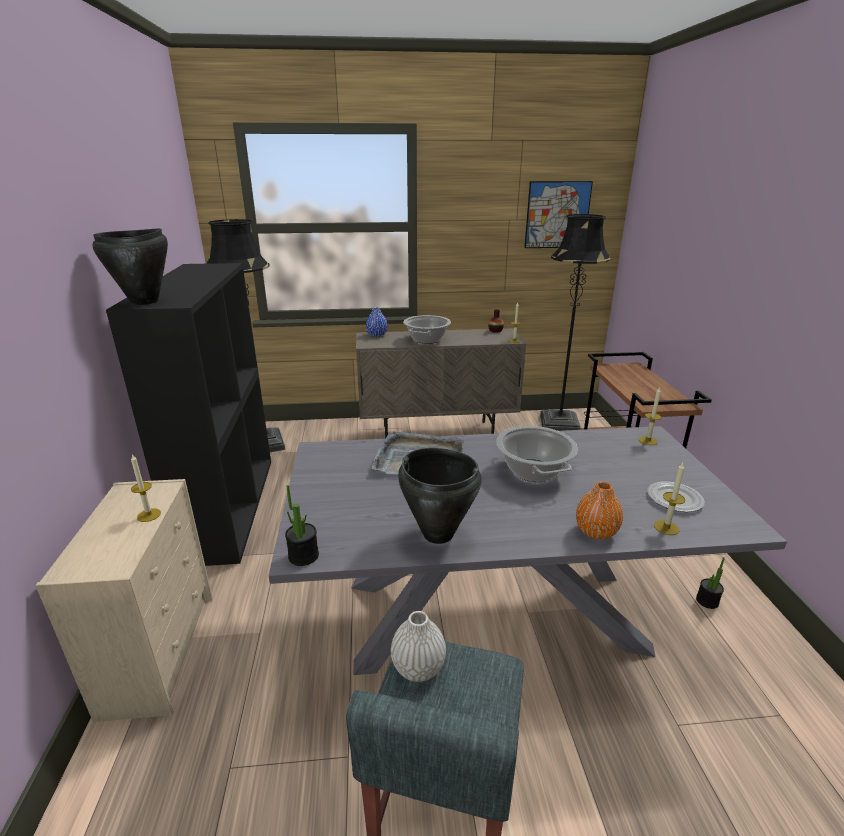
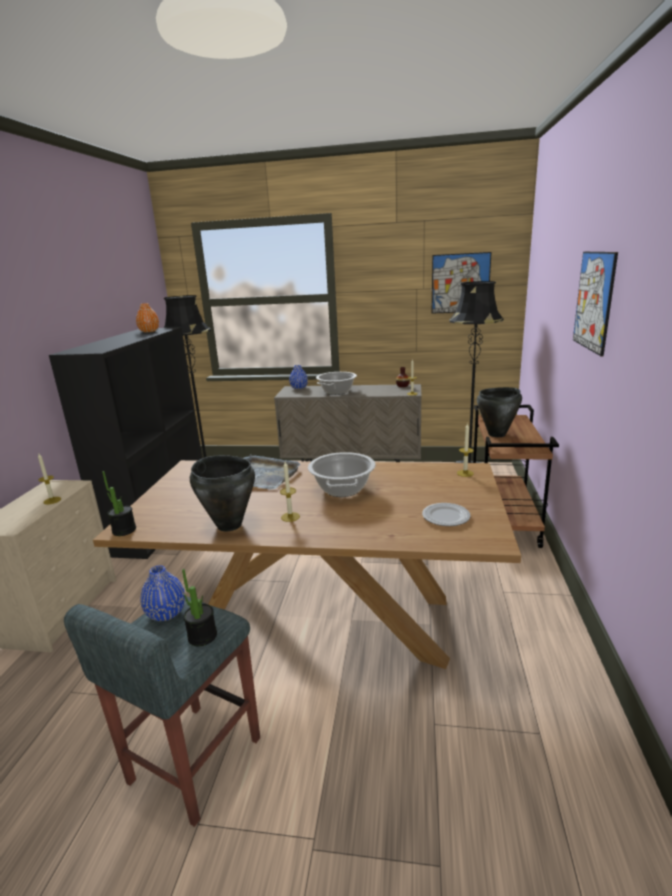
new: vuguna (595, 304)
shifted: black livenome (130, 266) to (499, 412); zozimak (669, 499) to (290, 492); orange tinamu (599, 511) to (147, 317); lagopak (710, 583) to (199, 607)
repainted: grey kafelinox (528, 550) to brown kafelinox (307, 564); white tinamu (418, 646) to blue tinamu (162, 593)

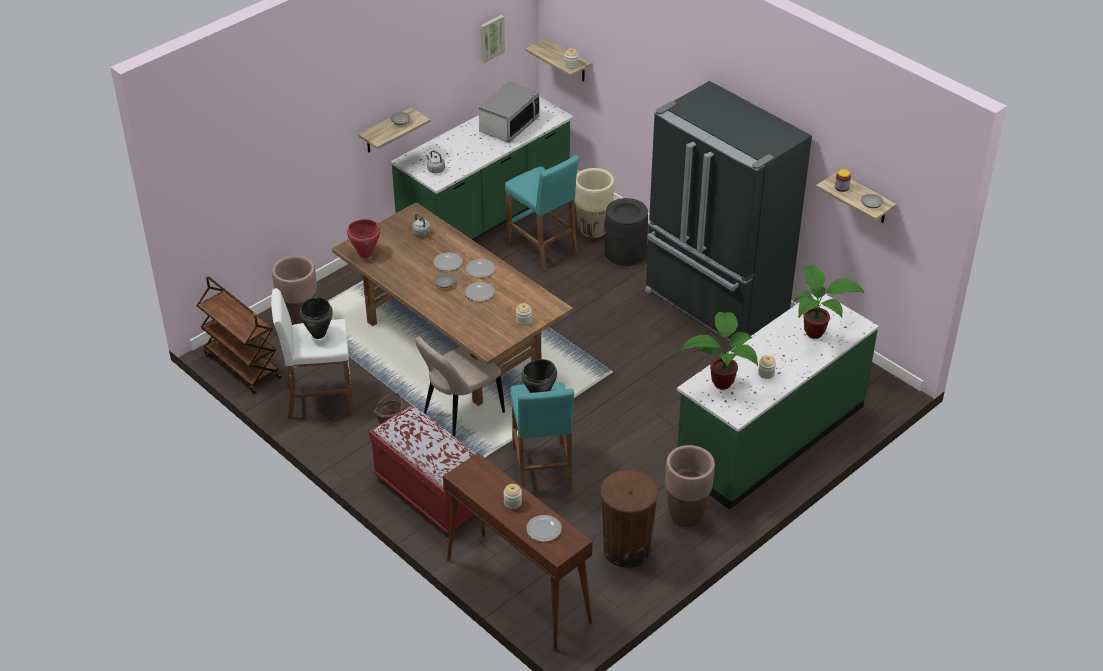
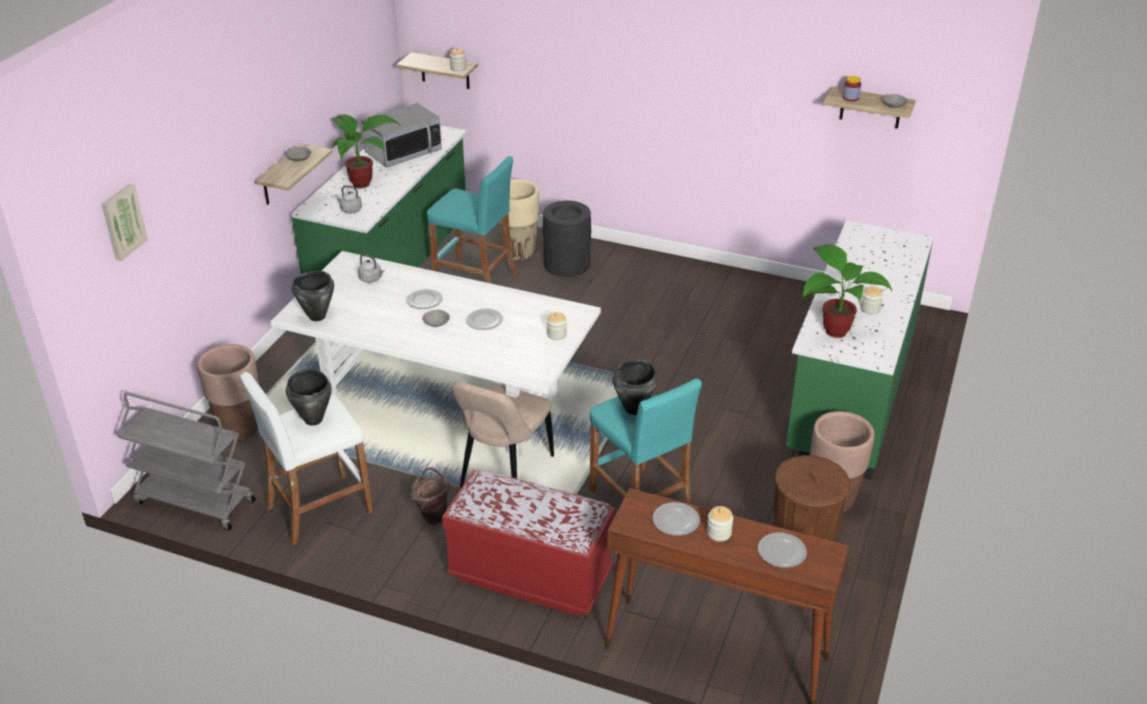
gone: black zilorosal (728, 214)
shifted: vuguna (492, 39) to (125, 222); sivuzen (480, 268) to (676, 519); lagopak (829, 302) to (366, 151)
repainted: brown kafelinox (452, 304) to white kafelinox (435, 355); red livenome (363, 238) to black livenome (313, 296); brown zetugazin (239, 335) to grey zetugazin (186, 461)
rotated: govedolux (509, 112) = (402, 135) 45 degrees clockwise

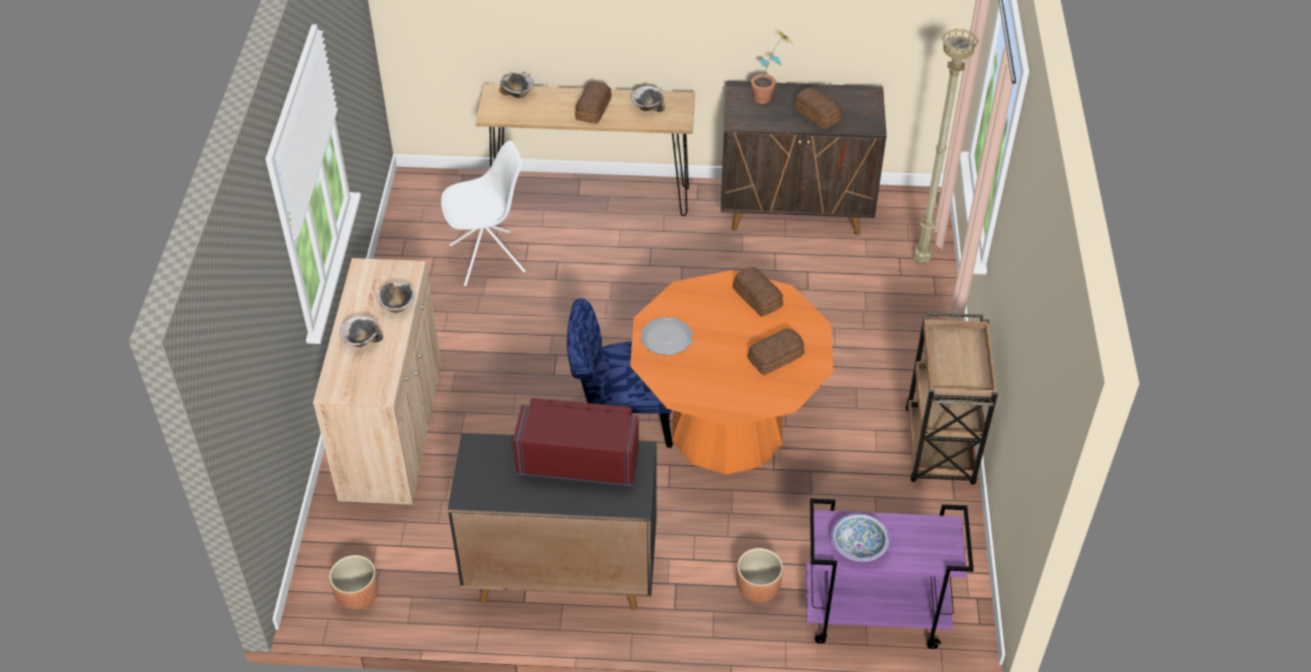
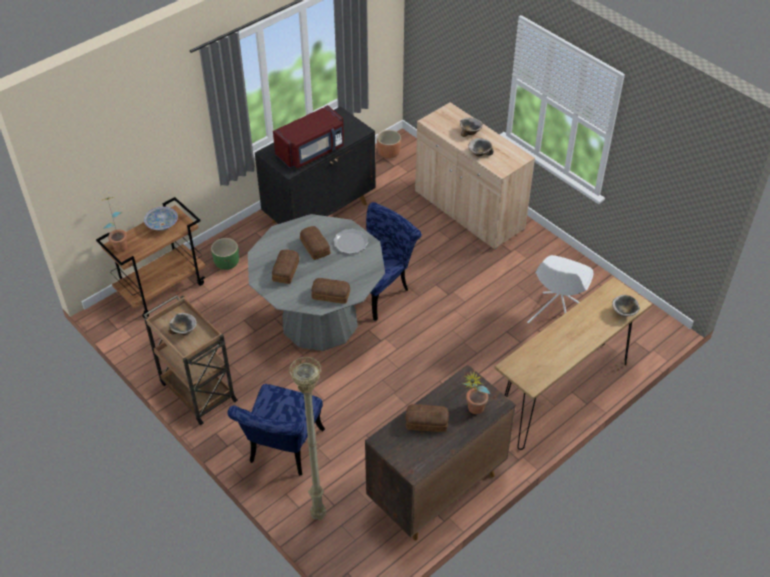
new: lagopak (114, 224); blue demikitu (276, 430)
shifted: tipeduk (593, 103) to (315, 243); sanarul (648, 99) to (182, 324)
repainted: orange kafelinox (731, 372) to grey kafelinox (316, 282); purple zetugazin (890, 574) to brown zetugazin (151, 257); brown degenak (760, 575) to green degenak (225, 254)

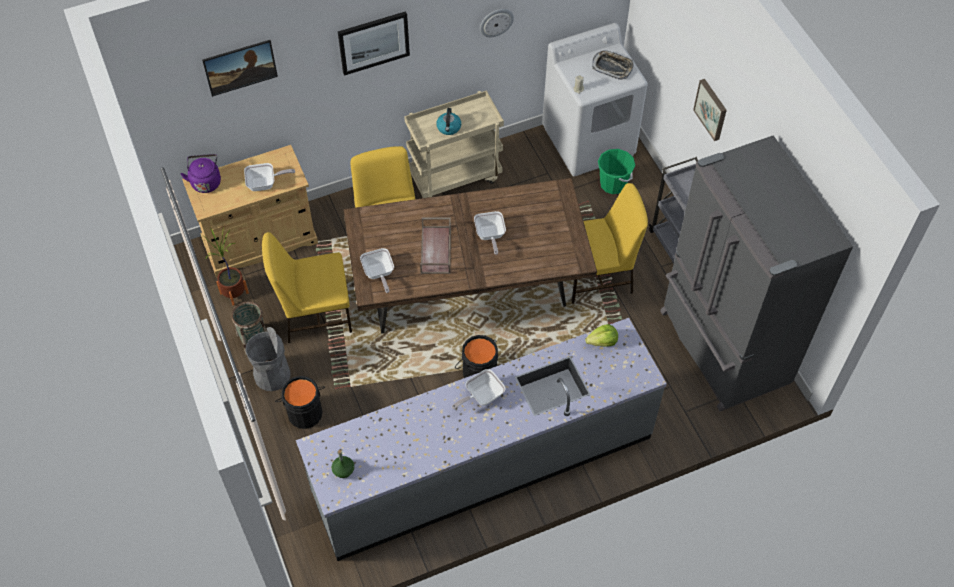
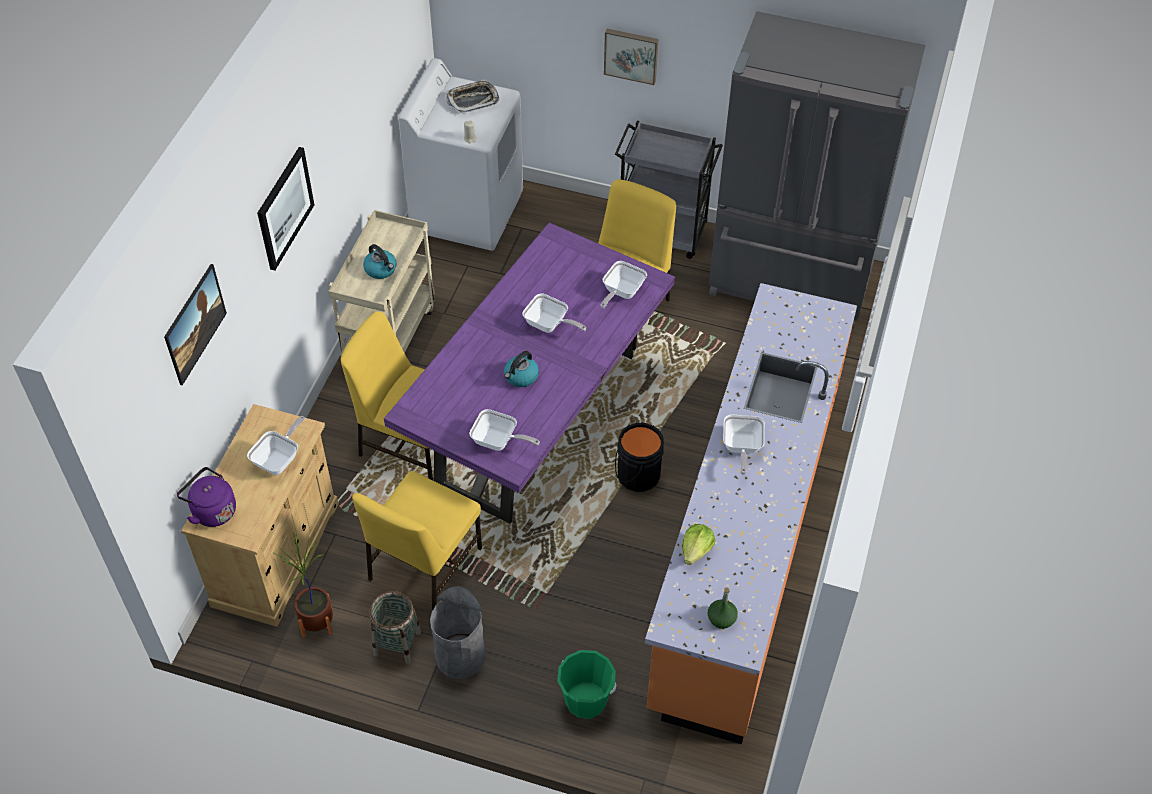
gone: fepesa (497, 23); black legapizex (300, 402)
new: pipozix (623, 285)
shifted: green legapizex (616, 171) to (586, 684); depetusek (601, 335) to (698, 544)
swapped: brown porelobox (435, 245) to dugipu (521, 369)
repainted: brown kafelinox (470, 256) to purple kafelinox (529, 373); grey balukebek (481, 439) to orange balukebek (751, 513)

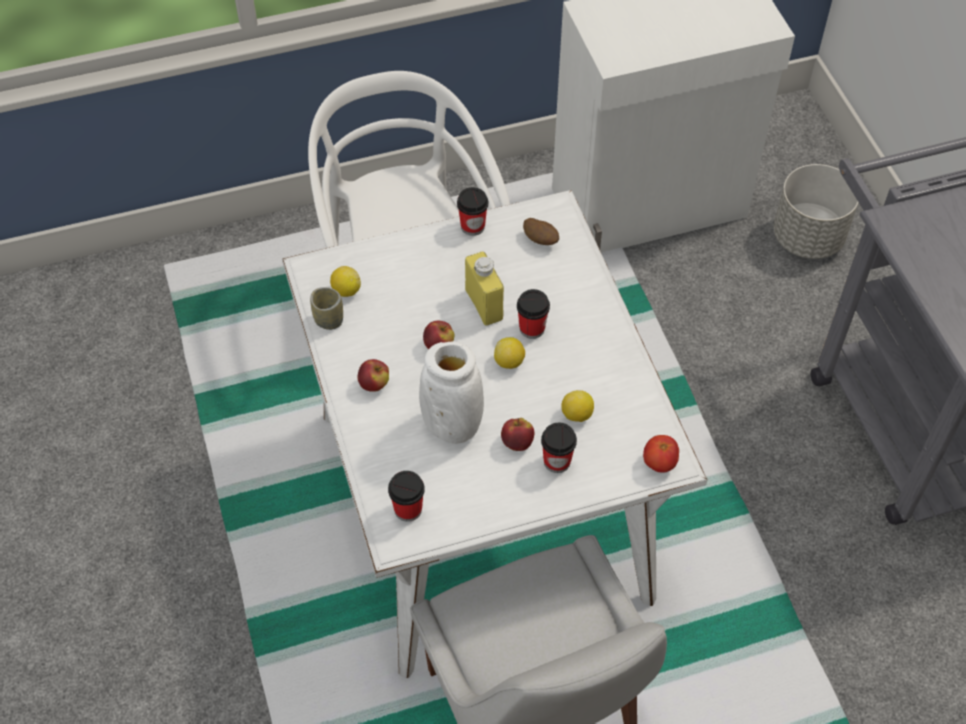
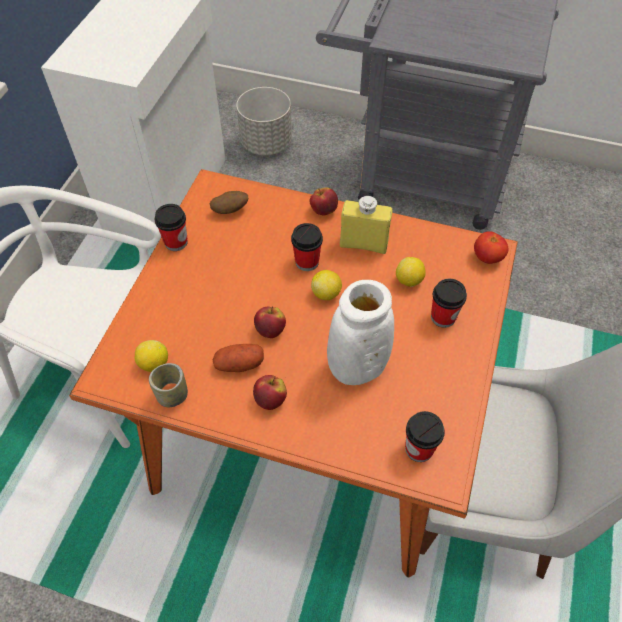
new: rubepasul (238, 358)
shifted: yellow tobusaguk (484, 289) to (366, 225); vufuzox (517, 434) to (324, 202)
repainted: white kafelinox (494, 434) to orange kafelinox (293, 373)

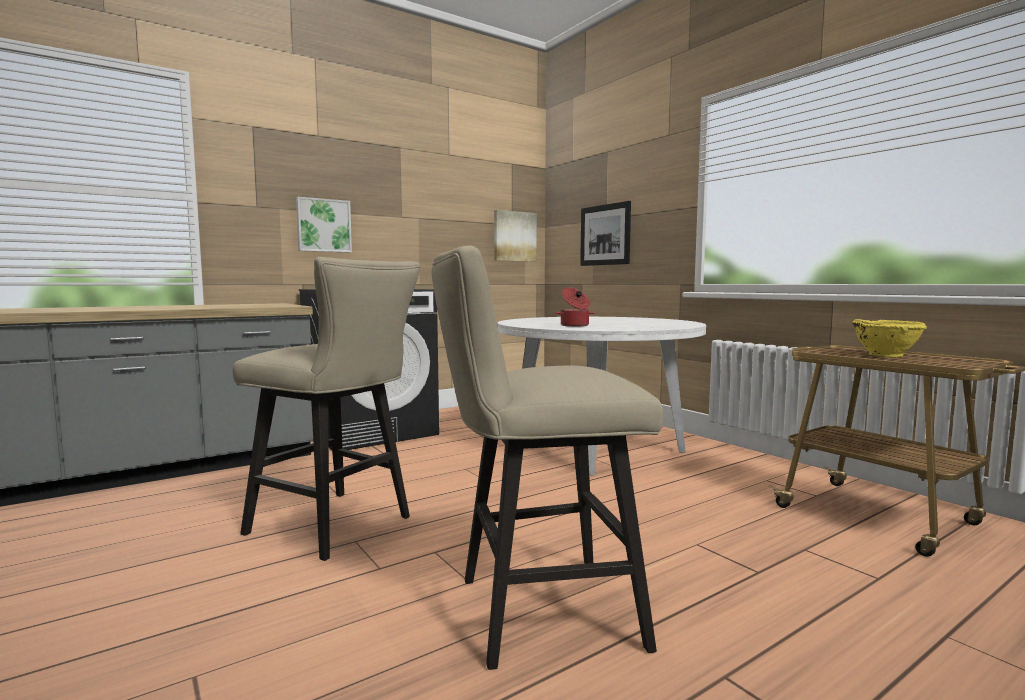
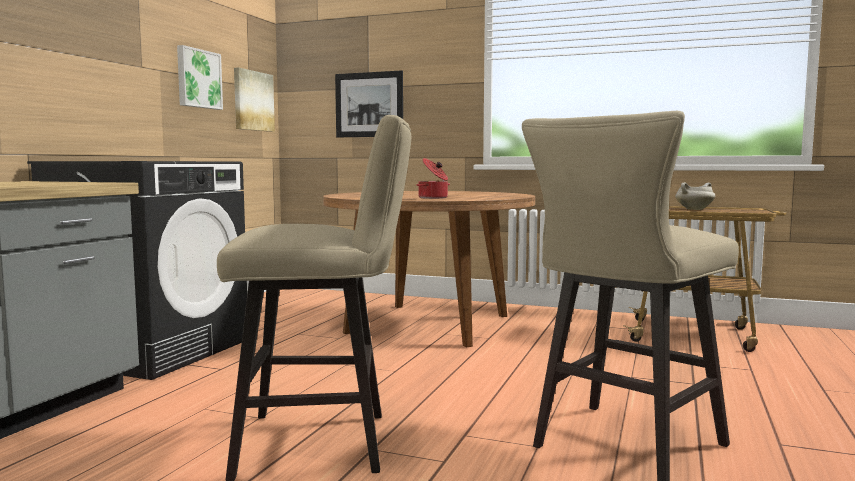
shifted: vuguna (324, 225) to (200, 77)
swapped: yellow sanarul (889, 338) to white livenome (695, 196)
repainted: white kafelinox (601, 396) to brown kafelinox (429, 269)

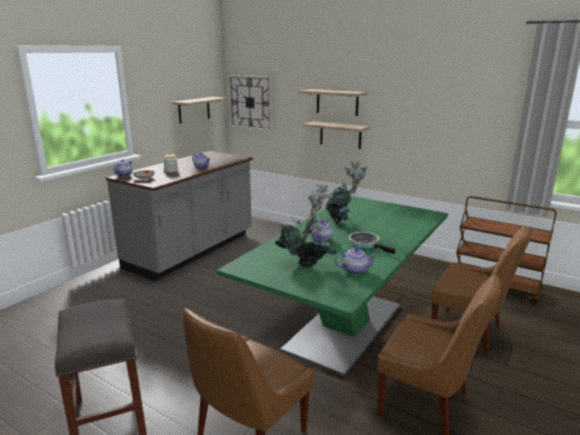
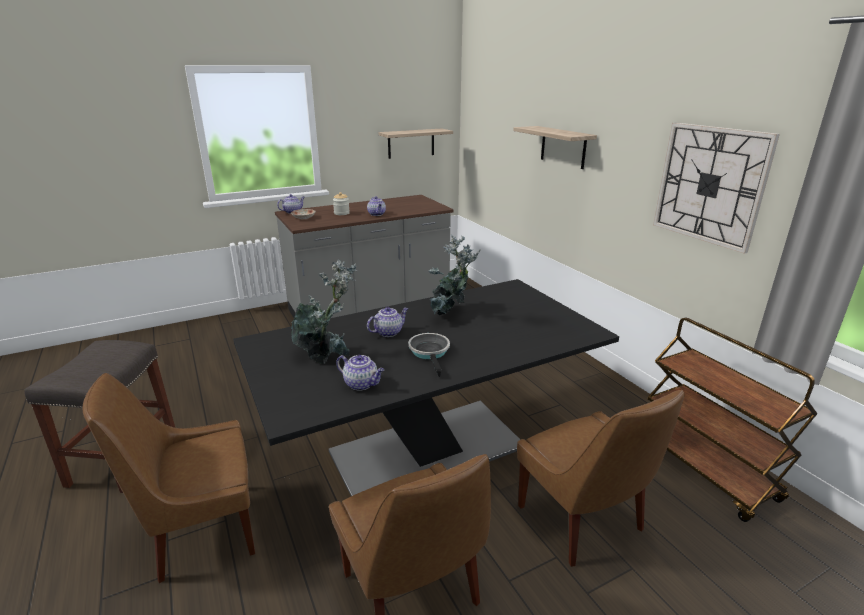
gone: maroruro (336, 135)
shifted: fepesa (250, 103) to (716, 188)
repainted: green kafelinox (332, 286) to black kafelinox (426, 387)

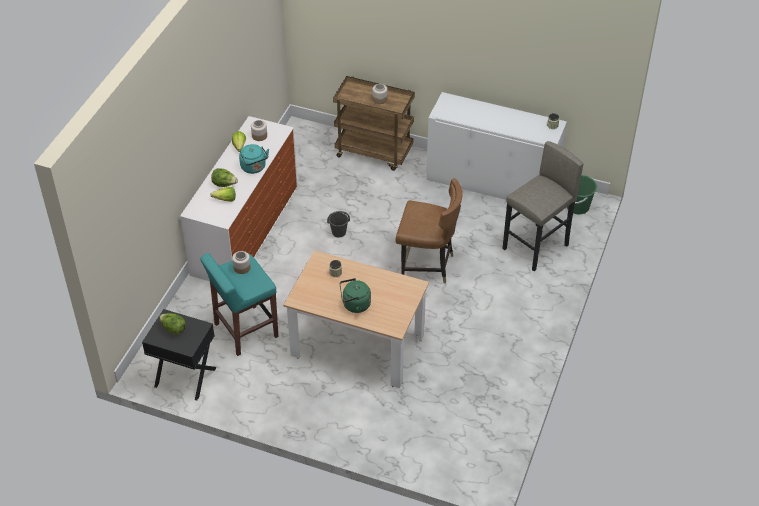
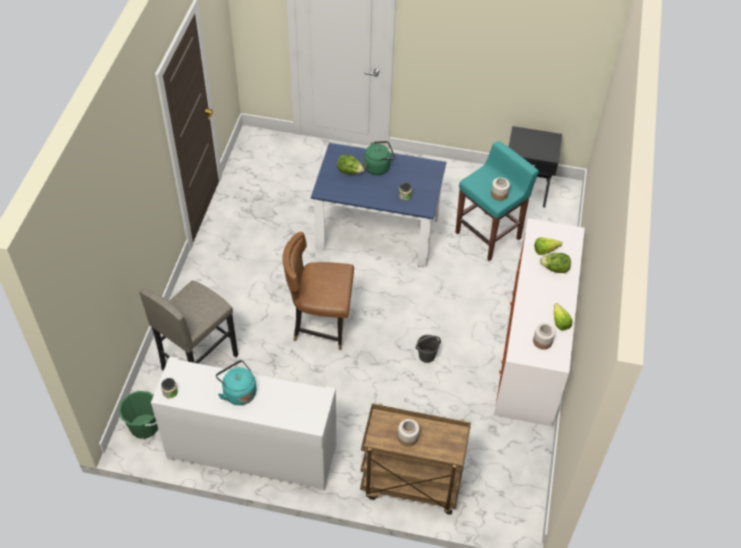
shifted: turquoise dugipu (254, 159) to (236, 382); depetusek (172, 324) to (350, 164)
repainted: beige kafelinox (356, 319) to blue kafelinox (378, 205)

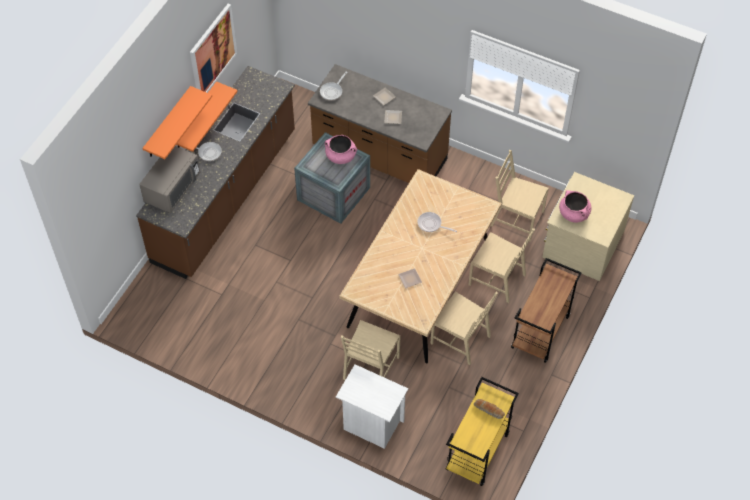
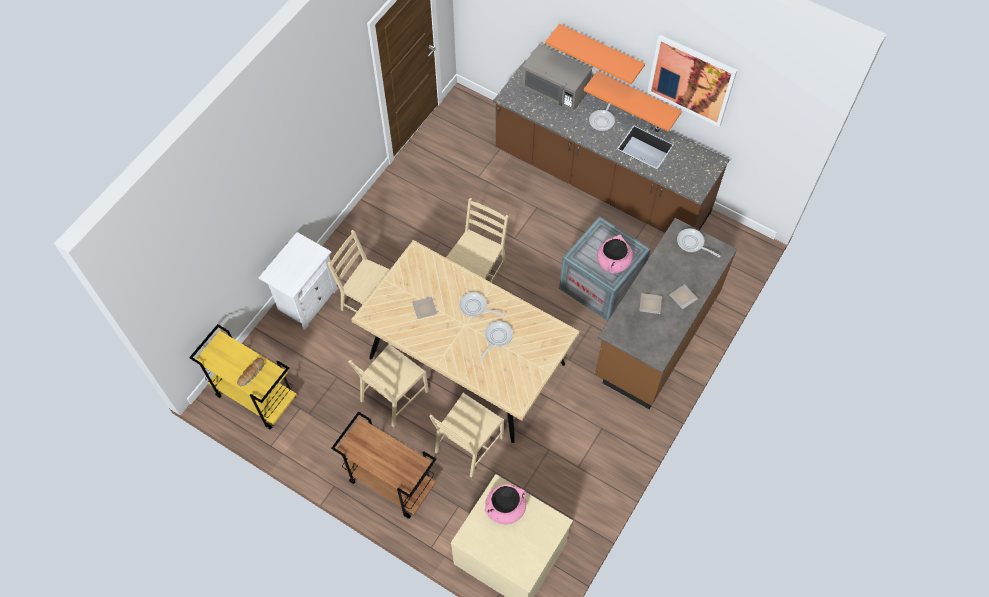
new: pipozix (482, 304)
shifted: beige demikitu (520, 196) to (477, 240)

